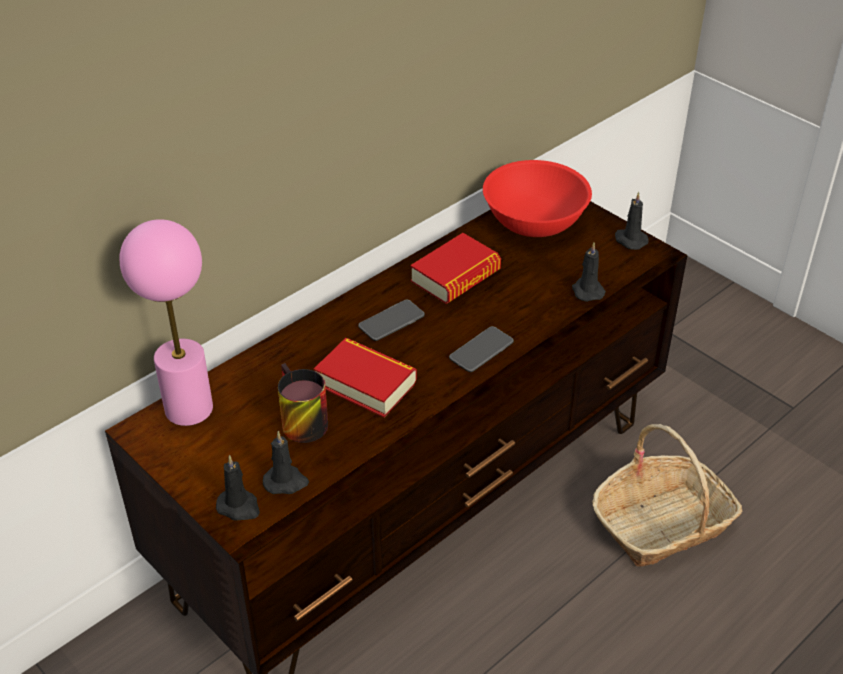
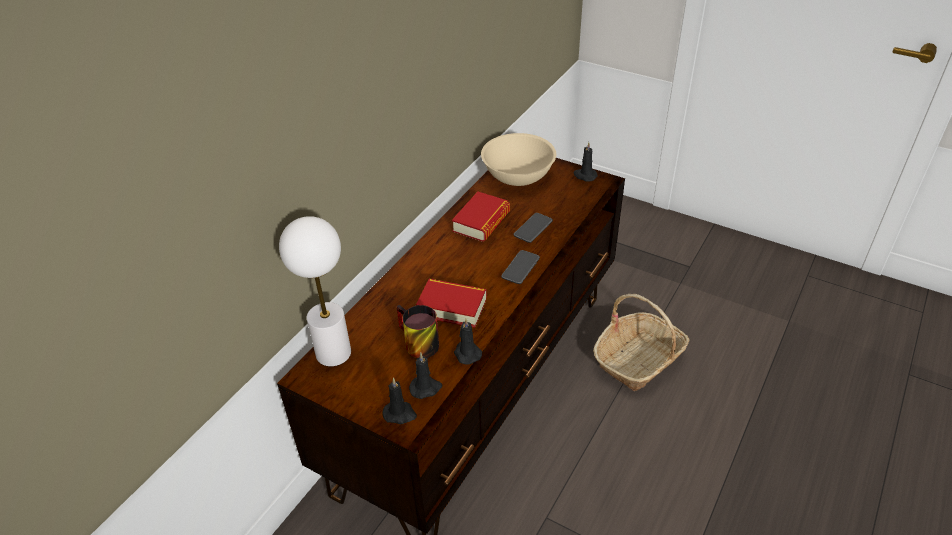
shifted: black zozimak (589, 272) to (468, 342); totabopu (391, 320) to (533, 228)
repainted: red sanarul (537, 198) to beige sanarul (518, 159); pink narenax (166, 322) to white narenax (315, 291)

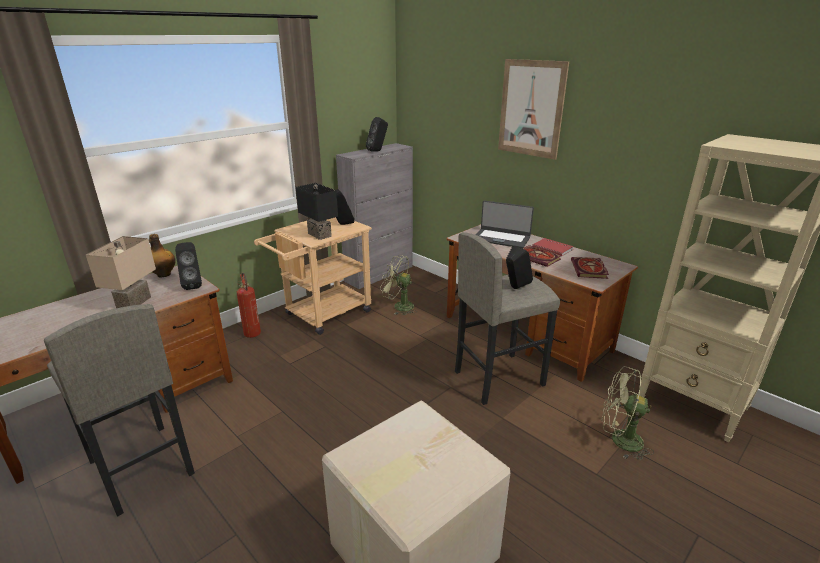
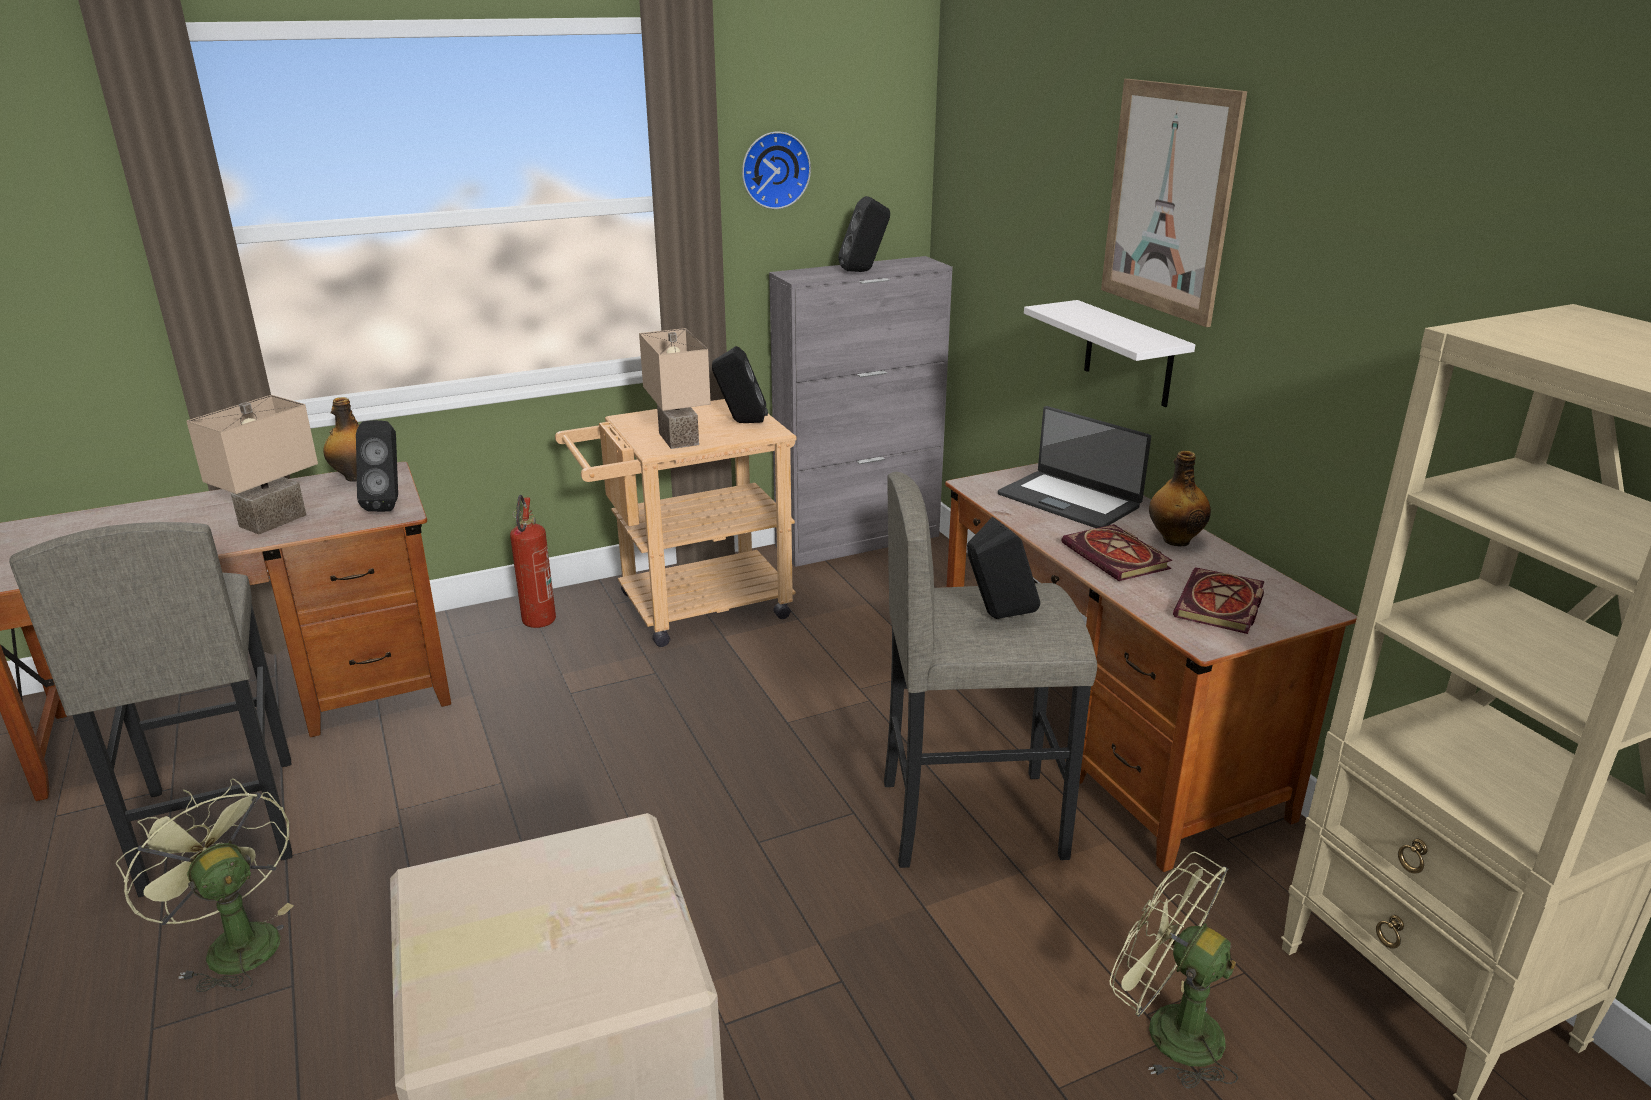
new: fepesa (776, 170); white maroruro (1109, 353)
shifted: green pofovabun (398, 285) to (204, 885)
swapped: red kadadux (553, 247) to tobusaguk (1180, 498)
repainted: black narenax (317, 211) to beige narenax (675, 388)

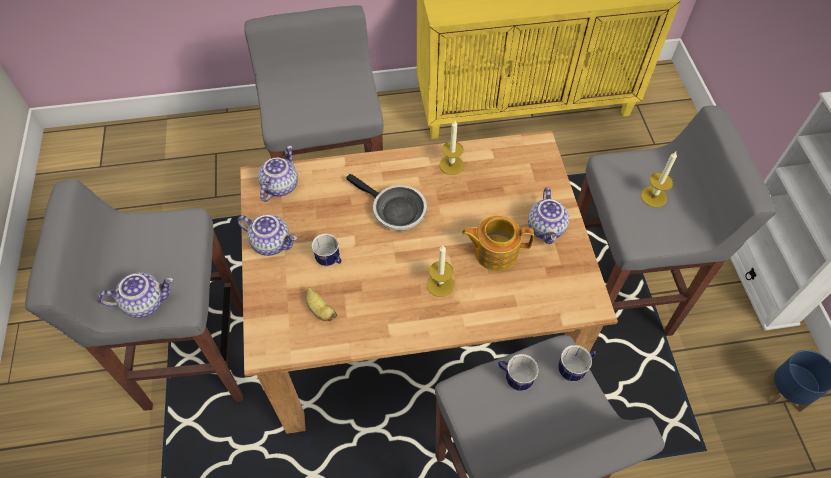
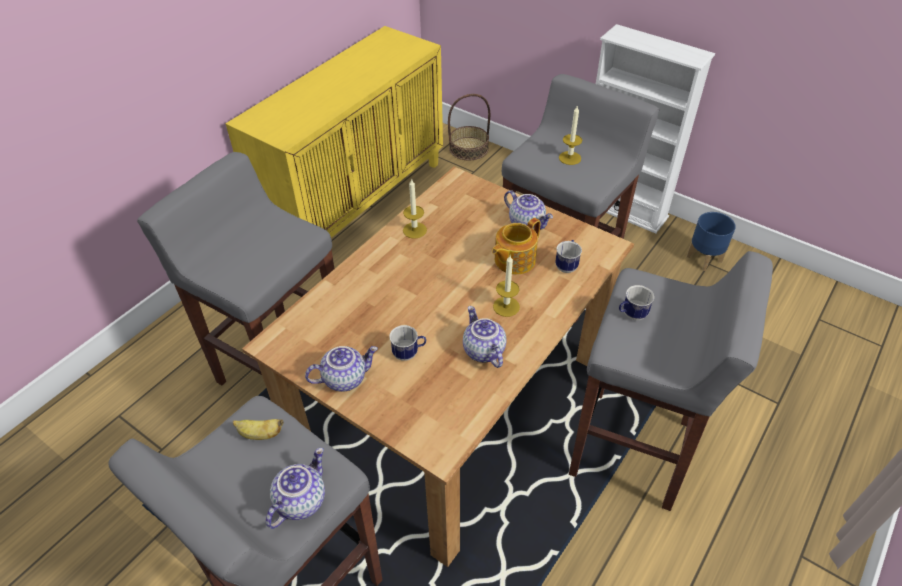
gone: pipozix (386, 202)
new: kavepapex (469, 127)
shifted: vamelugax (278, 174) to (484, 337); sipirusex (321, 304) to (258, 429); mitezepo (577, 363) to (568, 256)

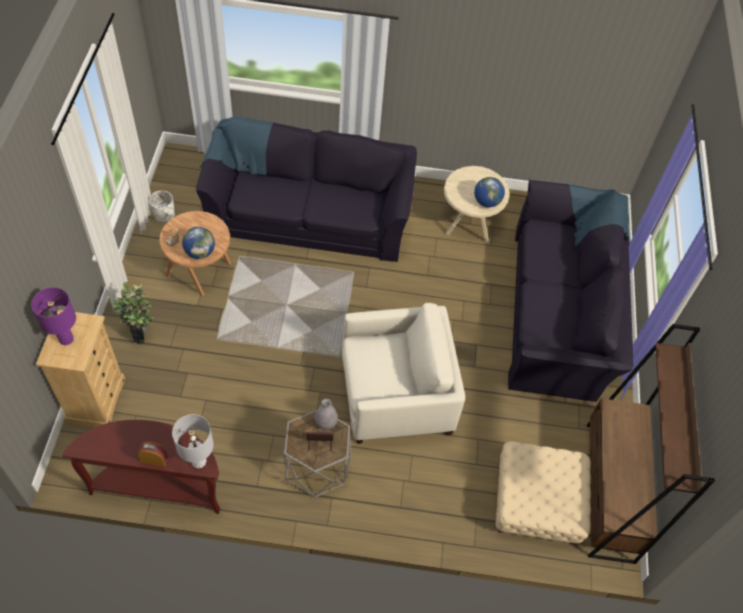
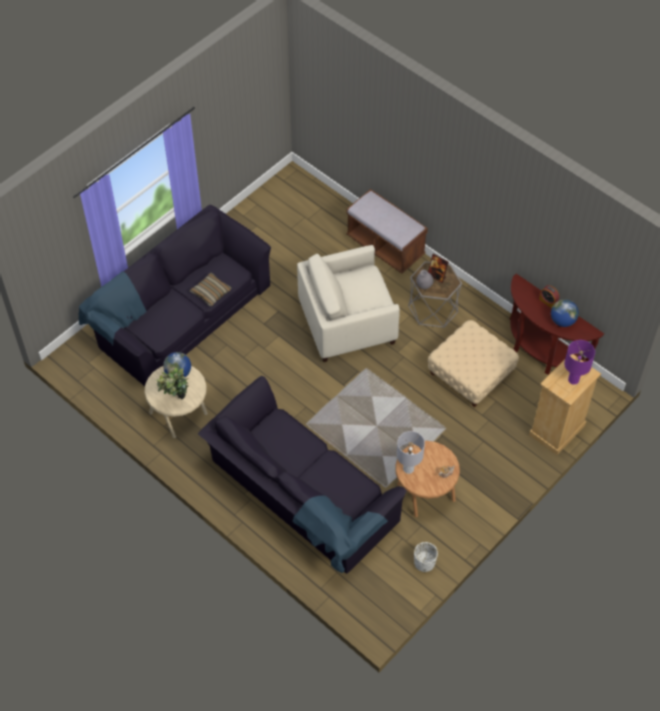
gone: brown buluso (651, 444)
new: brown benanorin (387, 231); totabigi (211, 289)
shifted: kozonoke (198, 243) to (565, 313); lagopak (133, 313) to (172, 383); grey narenax (193, 441) to (410, 452); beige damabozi (543, 492) to (473, 363)
rotated: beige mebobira (403, 373) = (348, 303) 45 degrees counterclockwise

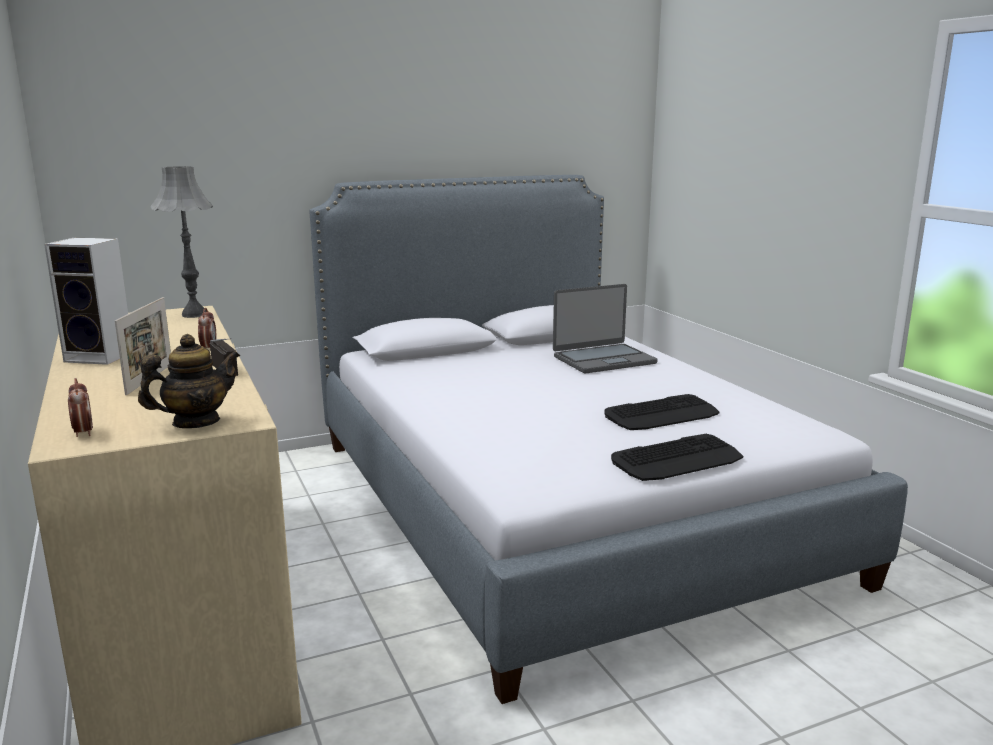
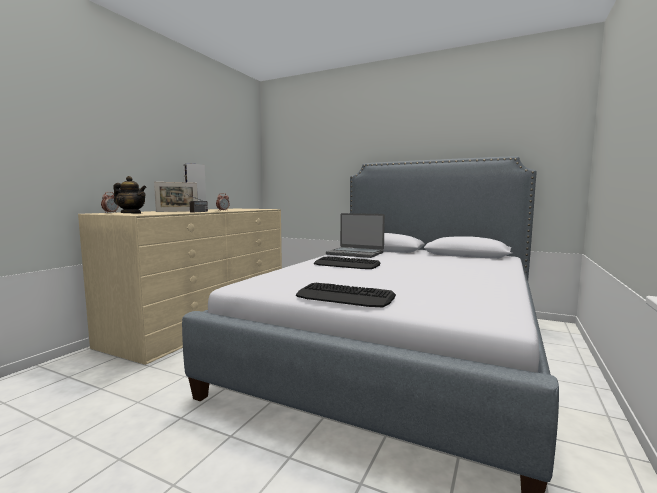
gone: grey narenax (181, 242)
shifted: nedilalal (605, 328) to (355, 235); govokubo (662, 412) to (347, 262)

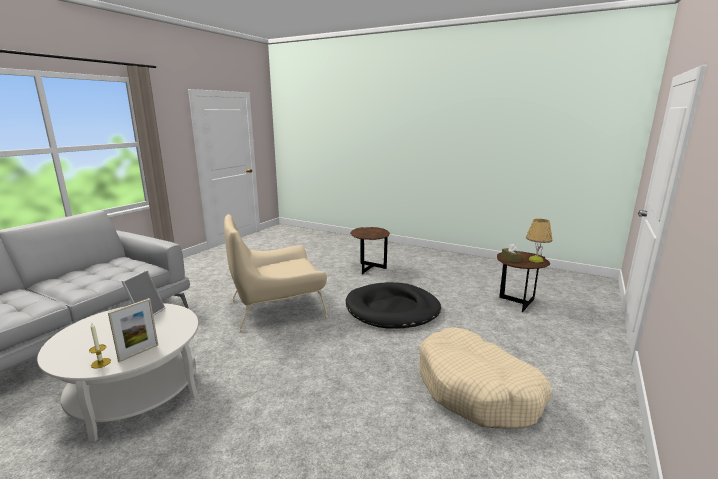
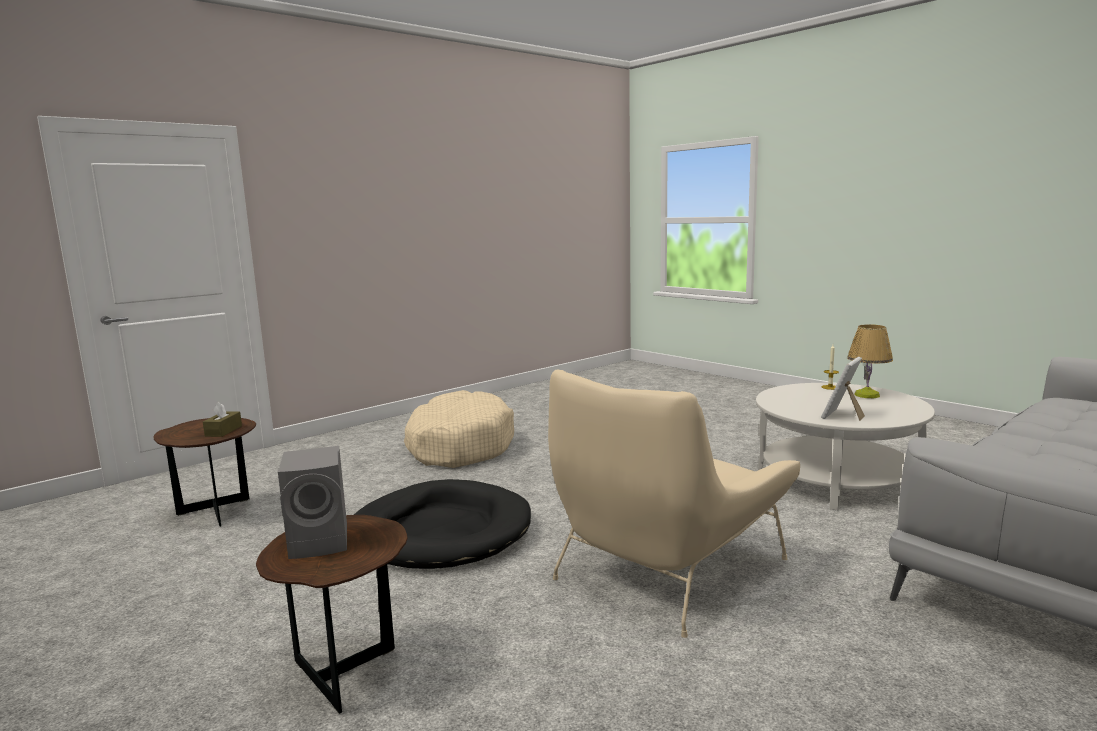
gone: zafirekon (133, 330)
new: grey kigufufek (312, 502)
shifted: narenax (539, 241) to (870, 361)
rotated: beige mebobira (276, 273) = (674, 503) 135 degrees clockwise

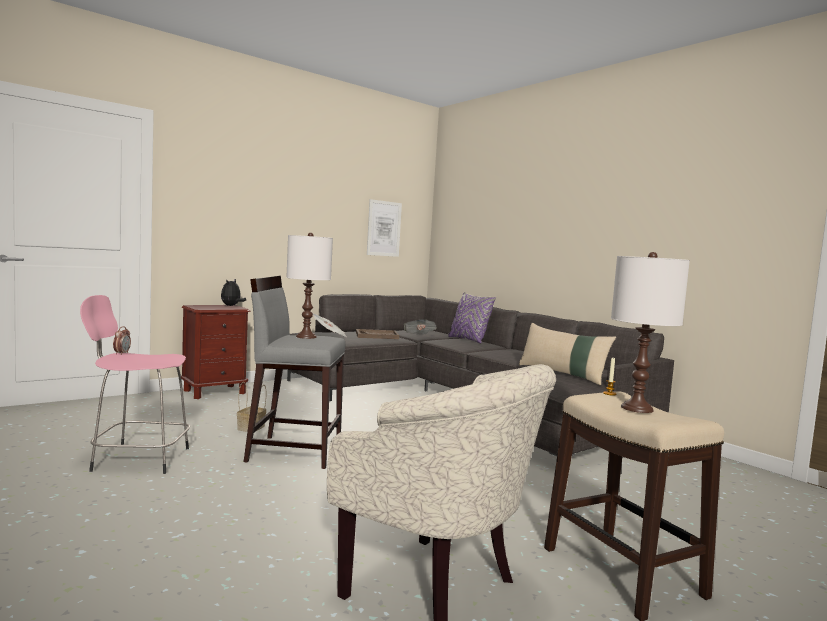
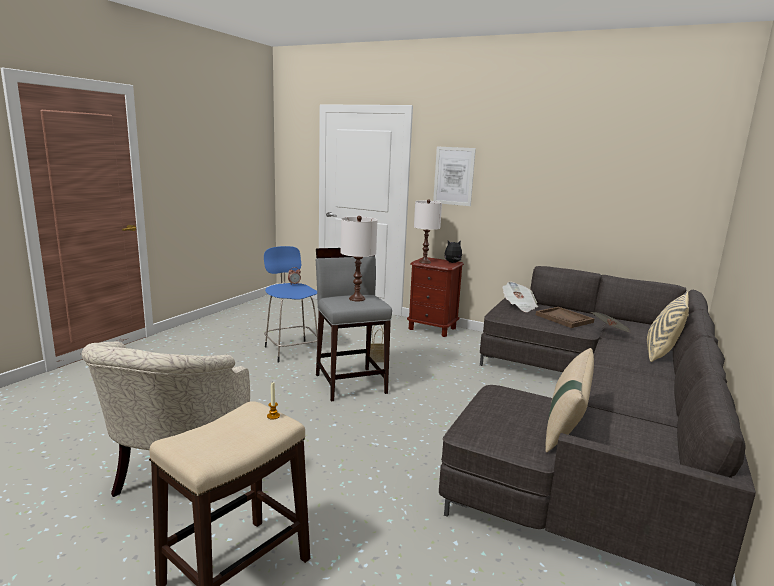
shifted: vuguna (384, 228) to (454, 176); white narenax (650, 332) to (428, 232)
repainted: purple totabigi (472, 317) to beige totabigi (668, 326); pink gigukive (135, 384) to blue gigukive (291, 304)

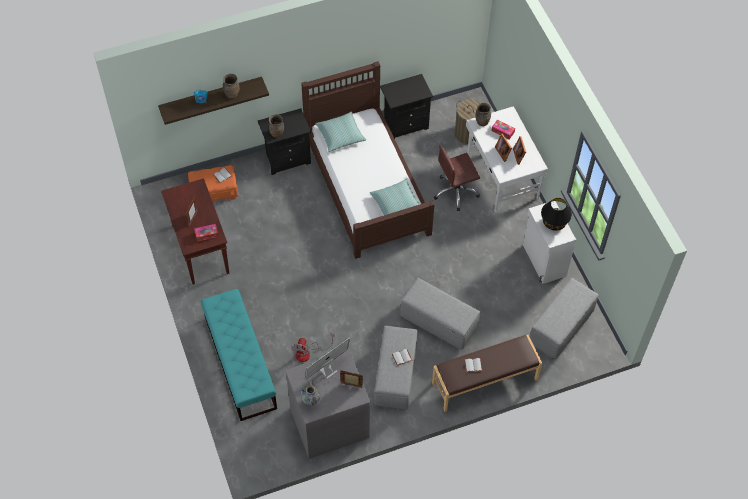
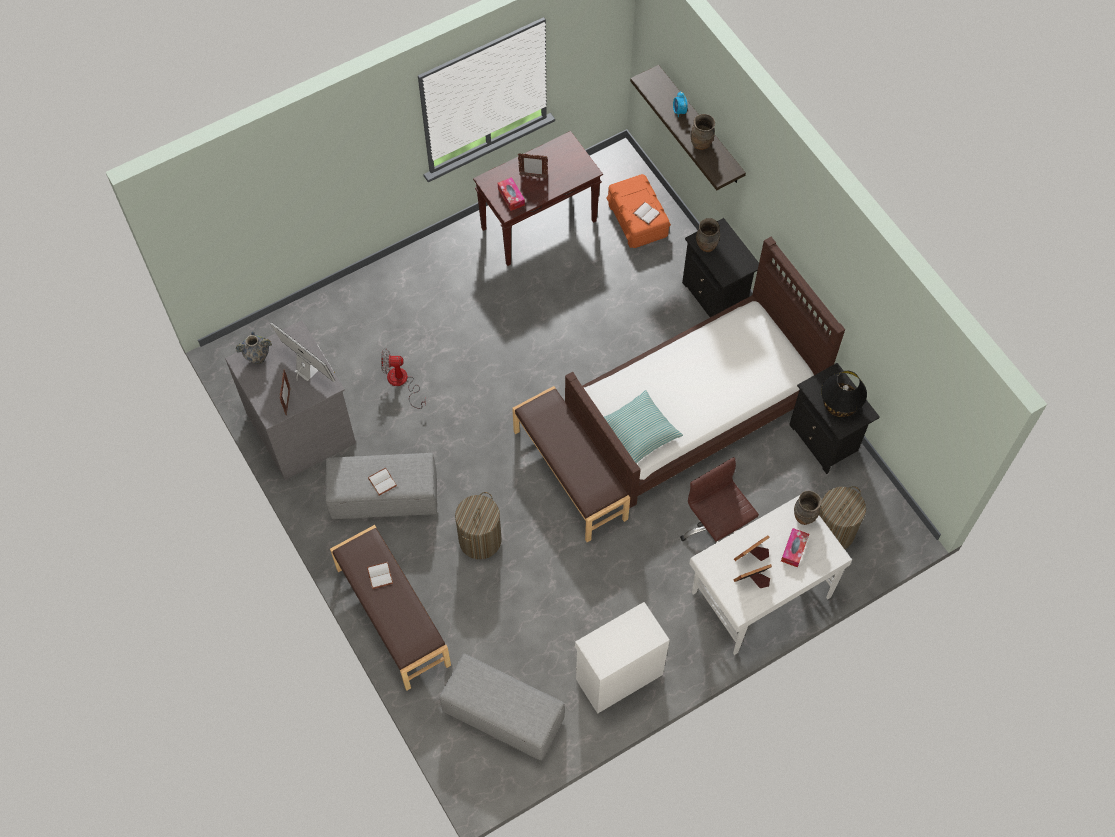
gone: totabigi (340, 132); turquoise benanorin (239, 355)
new: brown benanorin (571, 464)
shifted: black narenax (556, 214) to (844, 394)
swapped: grey damabozi (440, 314) to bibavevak (478, 525)

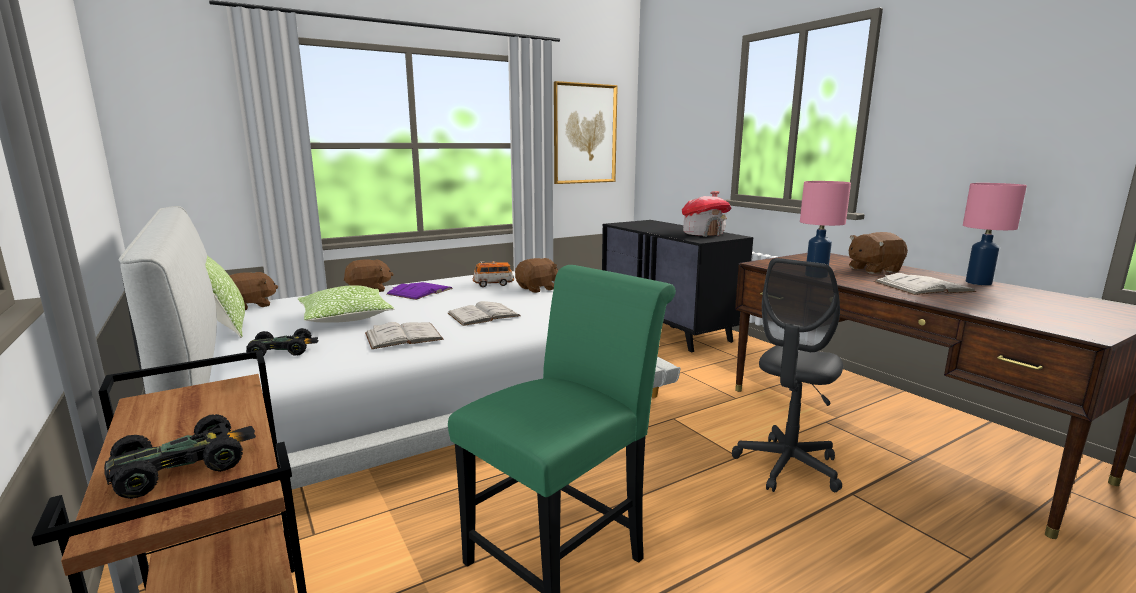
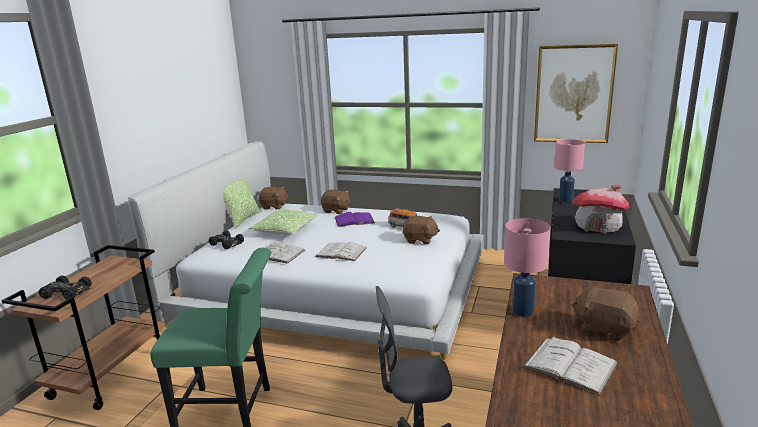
shifted: pink narenax (995, 234) to (569, 171)

